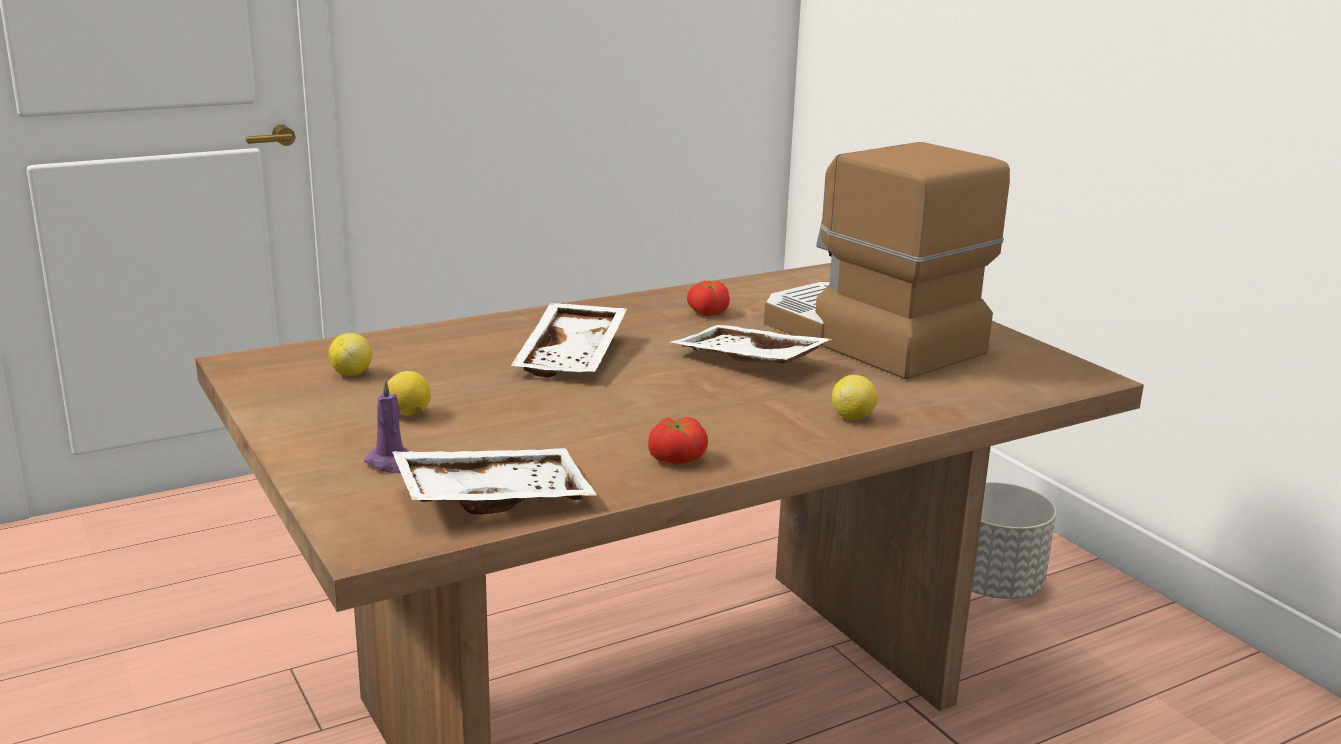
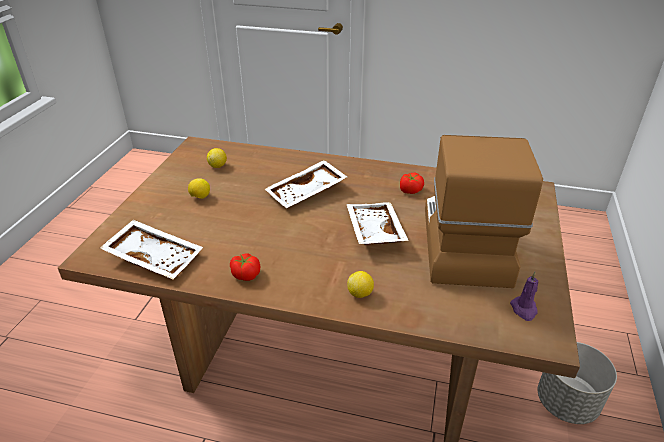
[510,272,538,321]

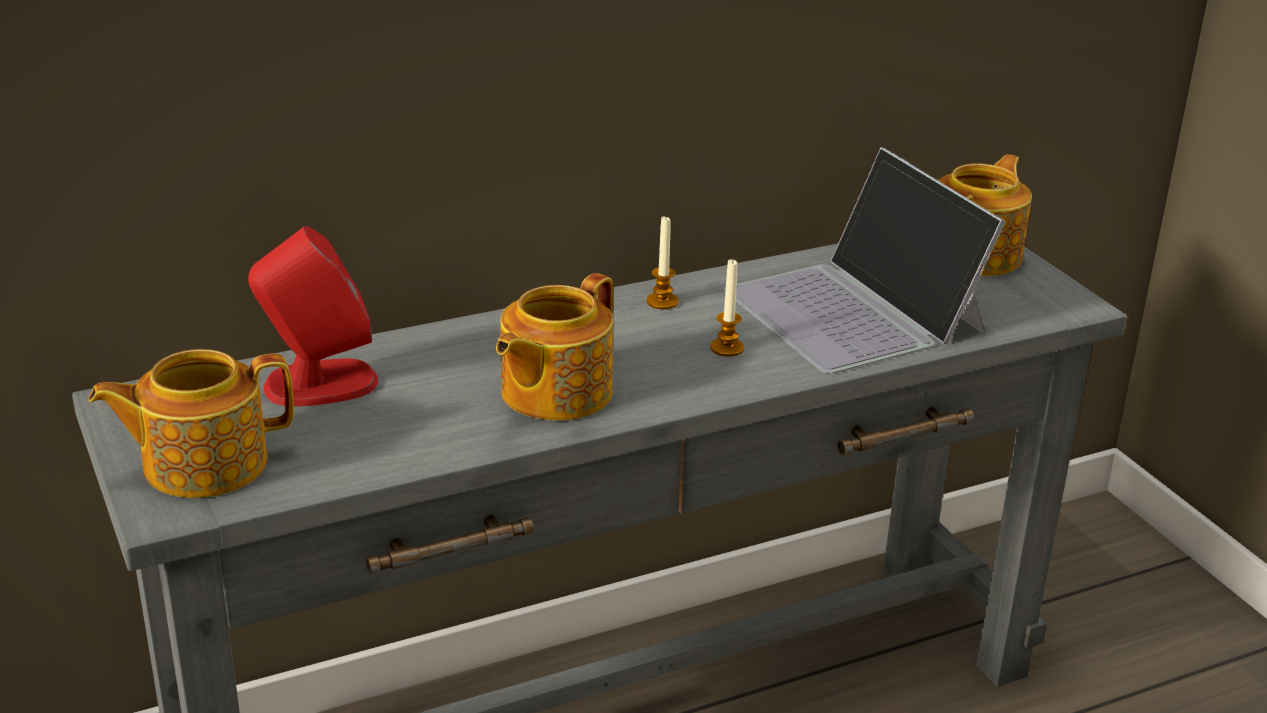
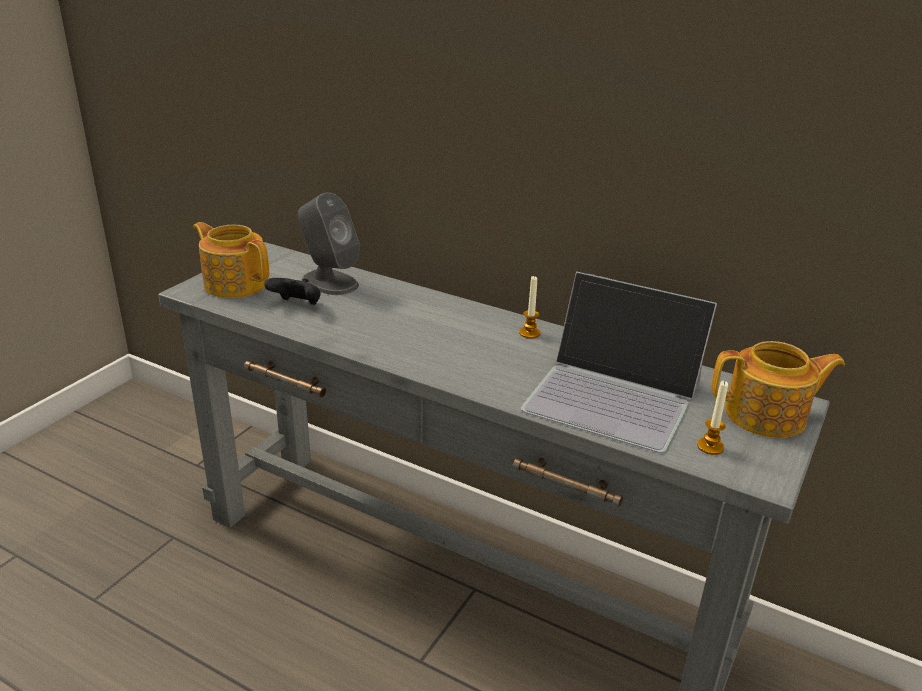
[496,273,613,421] (first image)
[264,278,320,305]
[697,381,728,455]
[298,192,360,295]
[521,272,717,453]

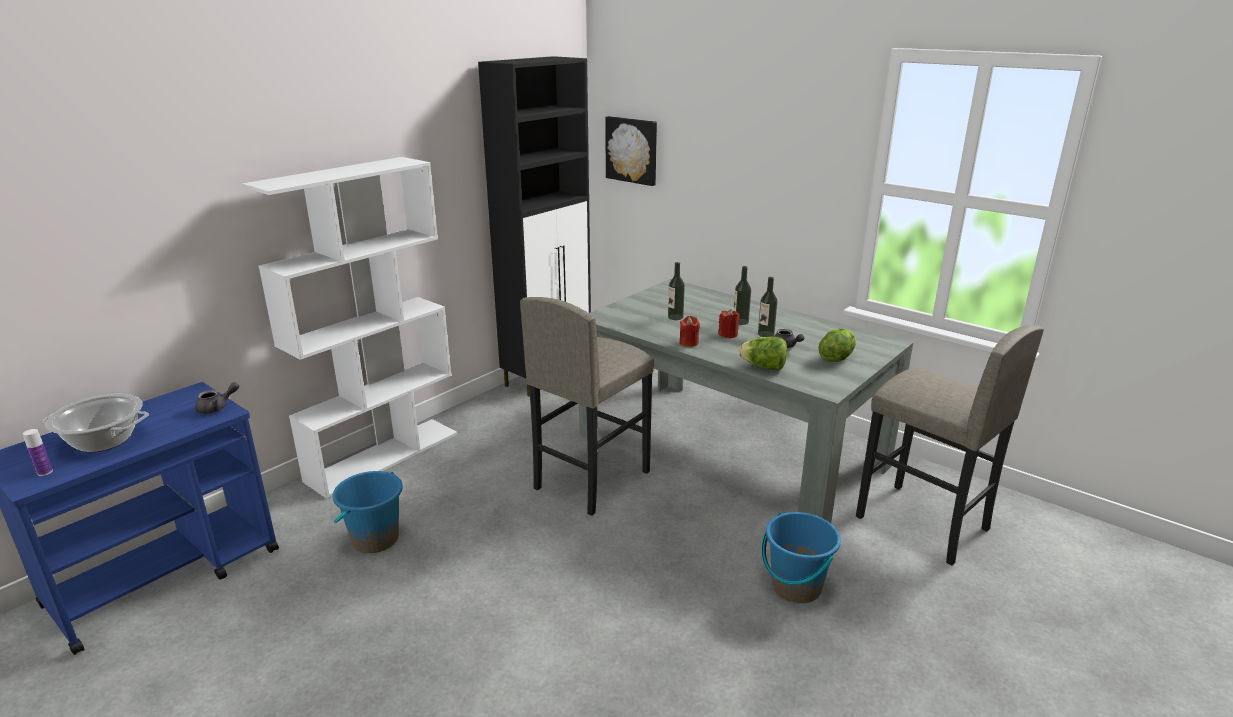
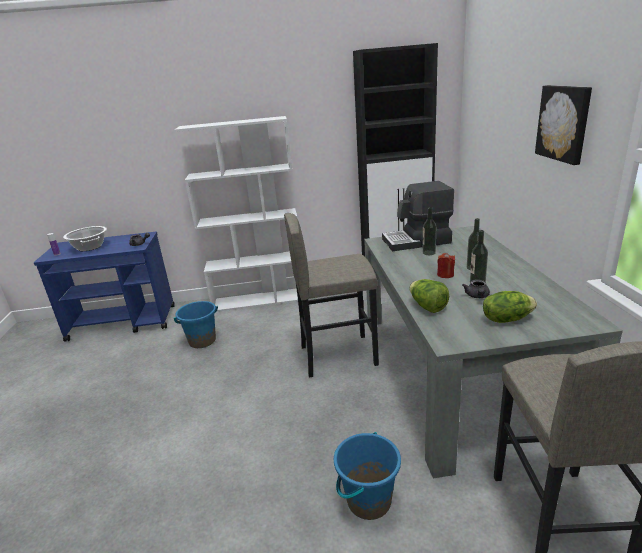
[680,316,700,347] (first image)
[382,181,454,251]
[535,85,592,165]

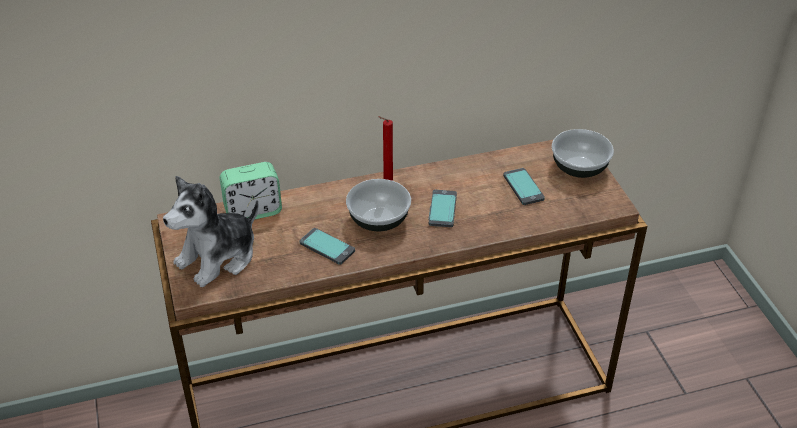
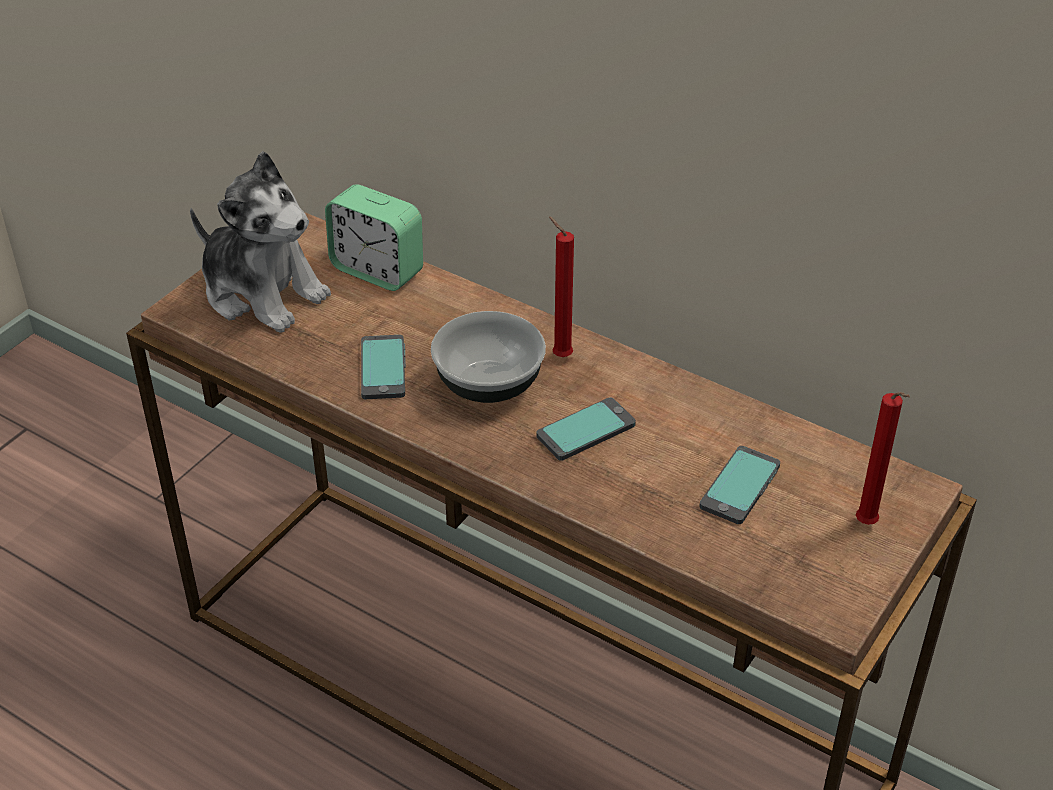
[856,392,910,525]
[190,151,331,333]

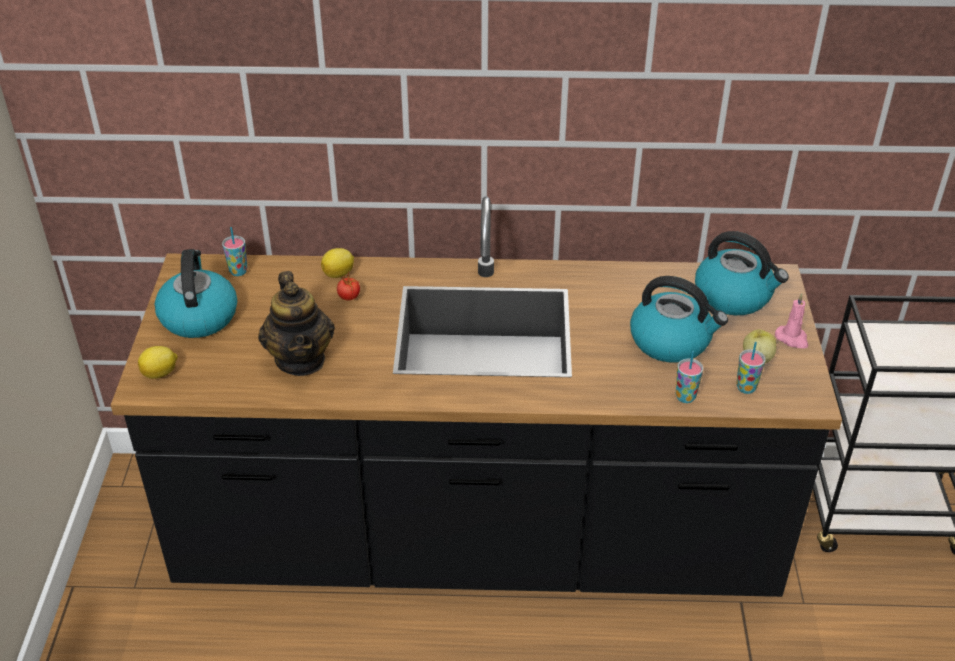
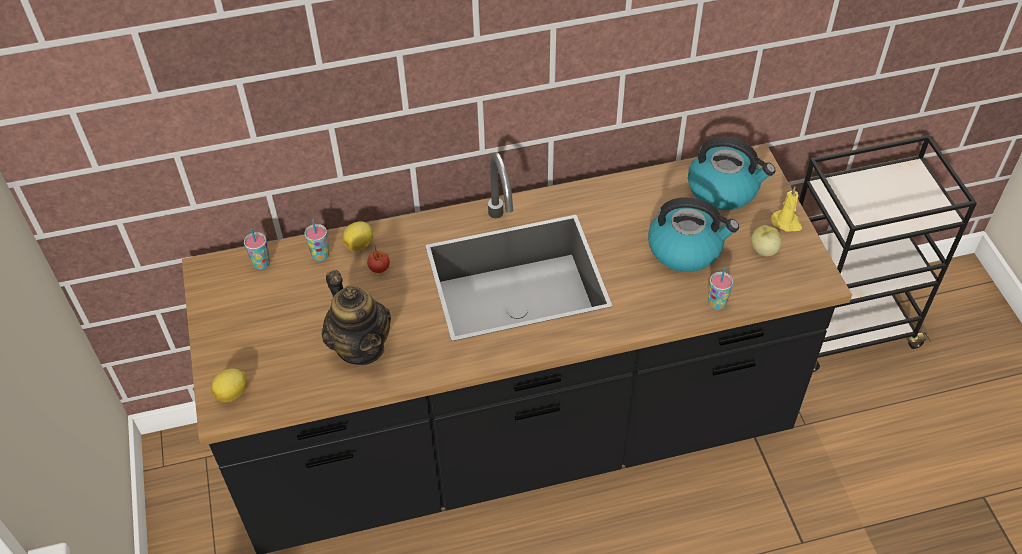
[155,249,237,338] (first image)
[305,220,329,261]
[771,187,802,232]

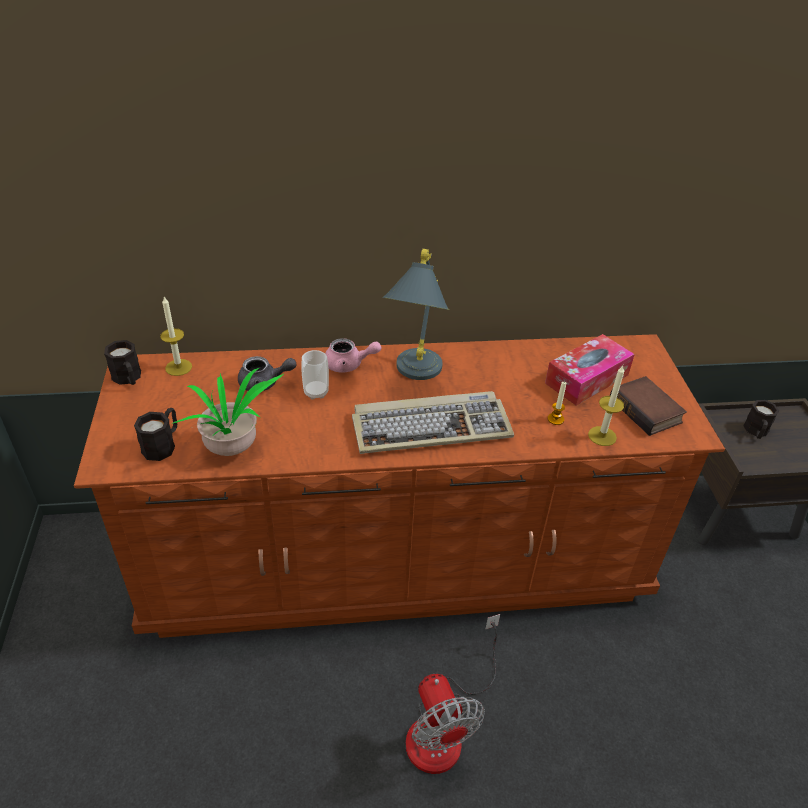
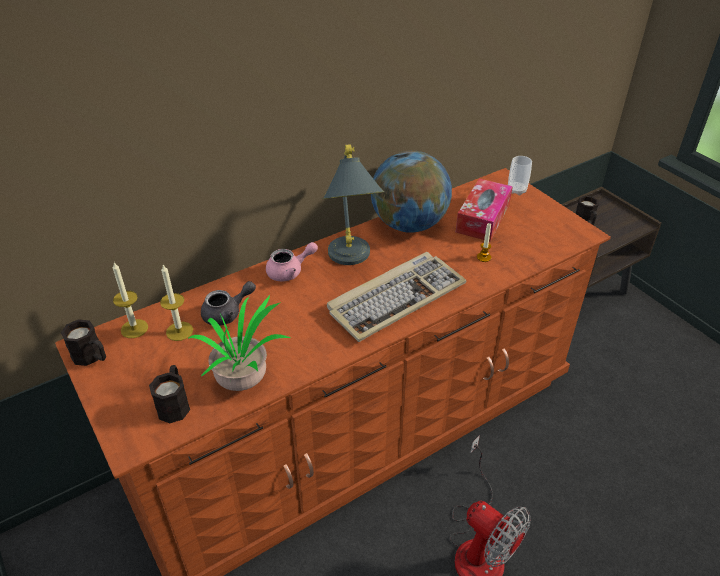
[610,376,687,436] (first image)
[371,151,452,233]
[508,156,532,195]
[160,265,193,341]

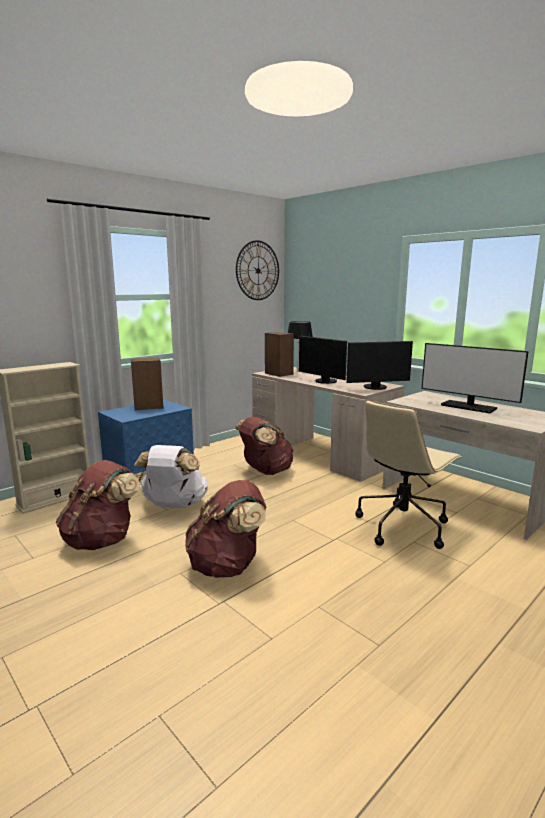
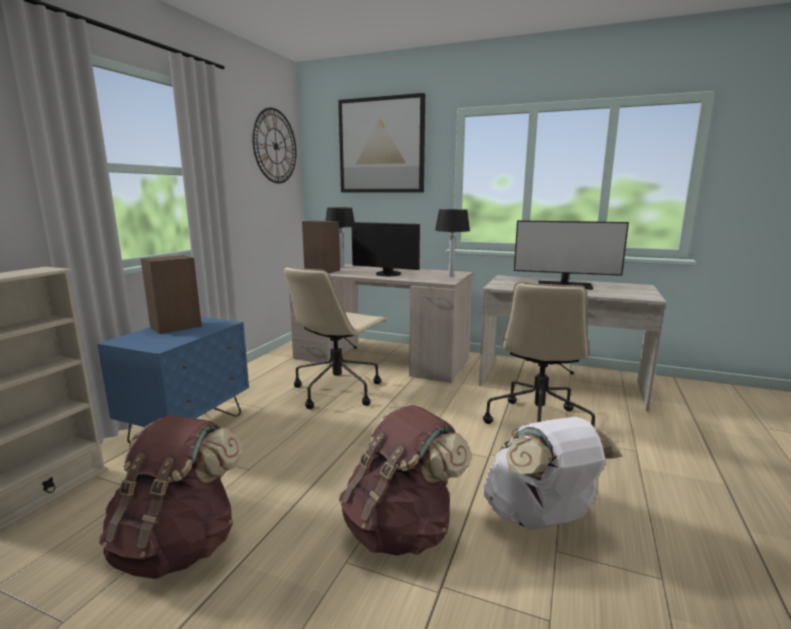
[338,93,425,193]
[483,417,623,530]
[284,266,388,409]
[435,209,470,277]

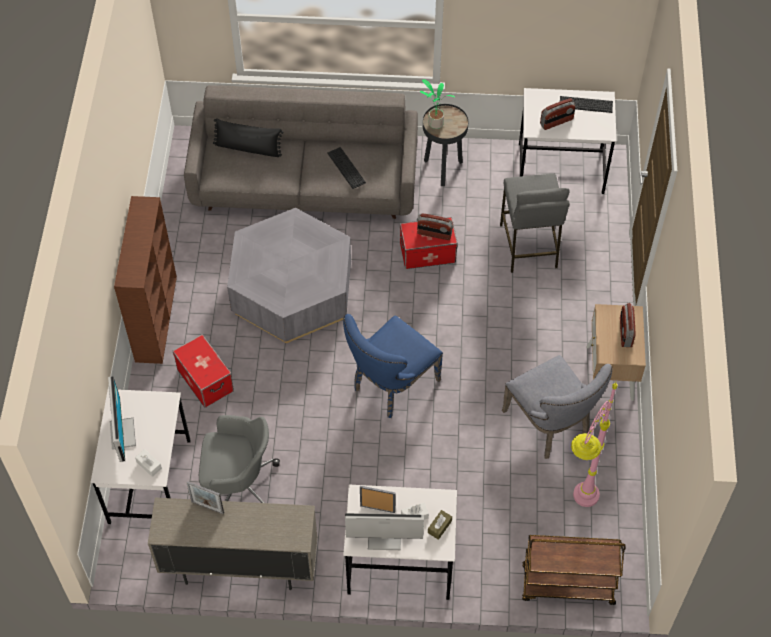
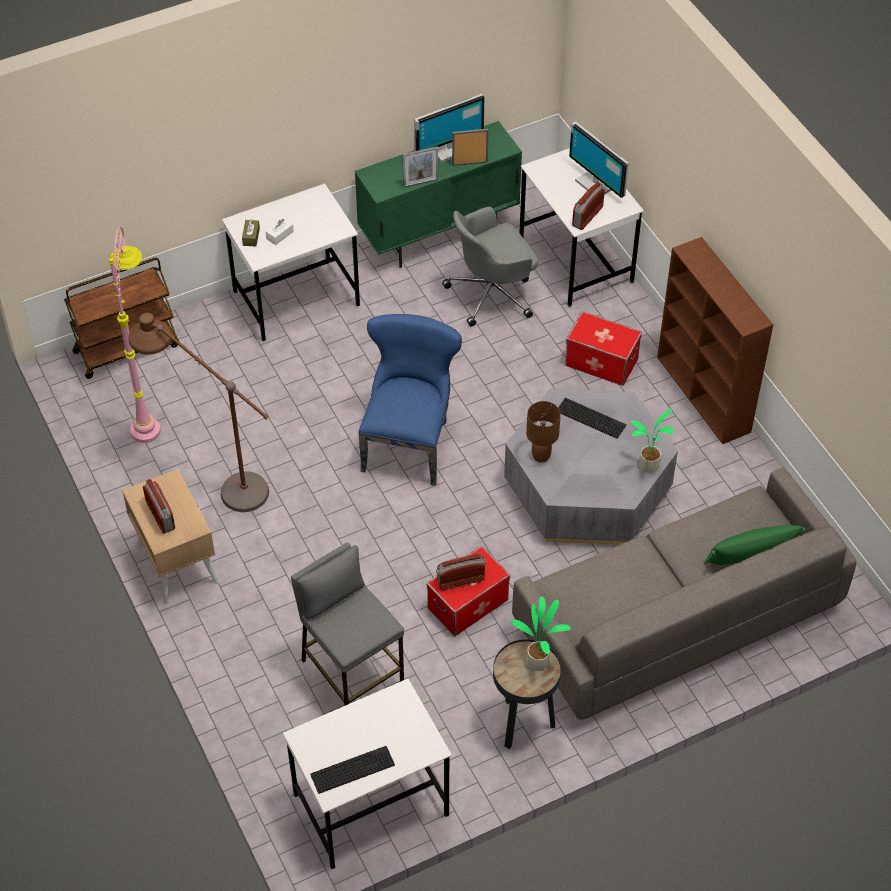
[135,449,162,477] (first image)
[526,401,561,463]
[631,409,674,473]
[558,398,626,439]
[414,94,484,162]
[402,146,438,188]
[572,182,605,230]
[128,313,269,512]
[355,121,522,268]
[704,525,806,565]

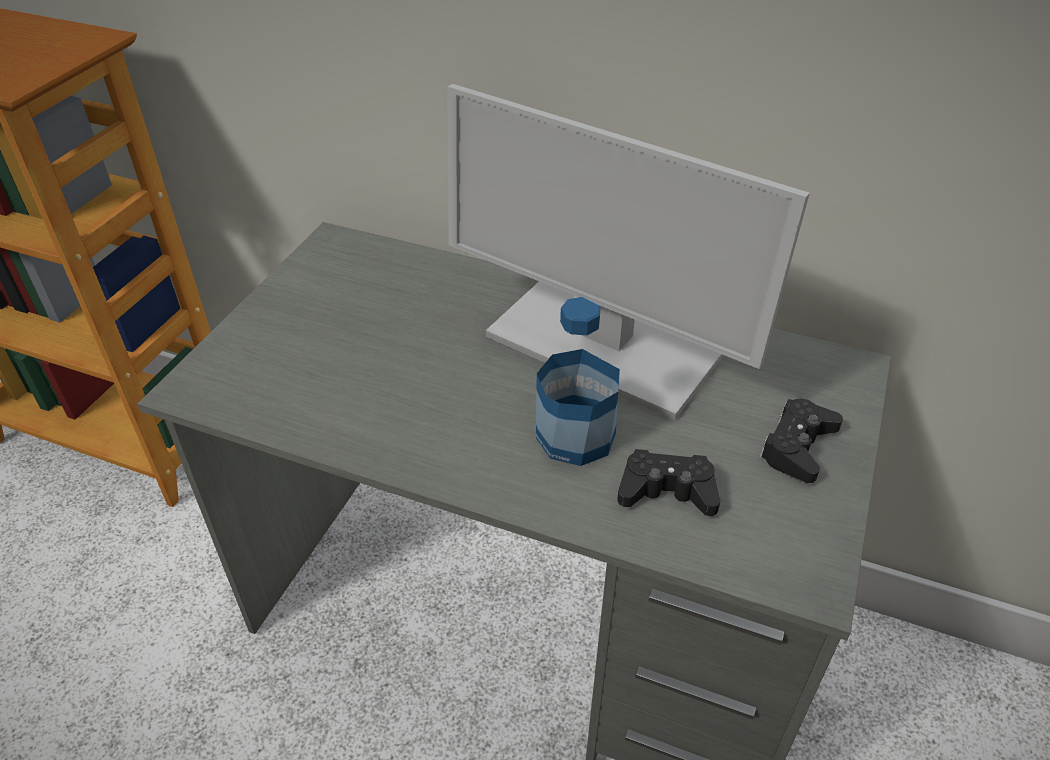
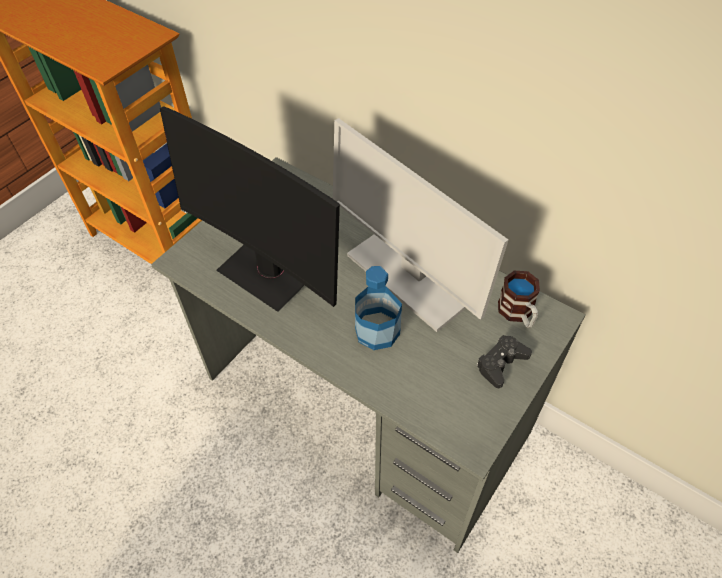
[617,449,721,516] (first image)
[160,106,340,312]
[498,271,540,328]

